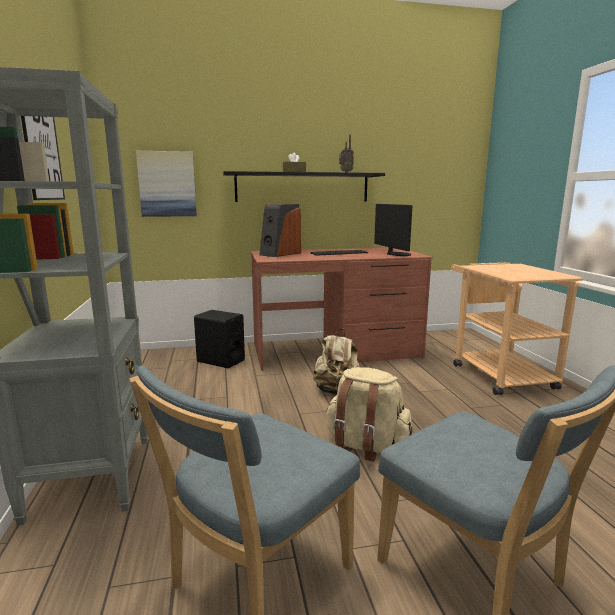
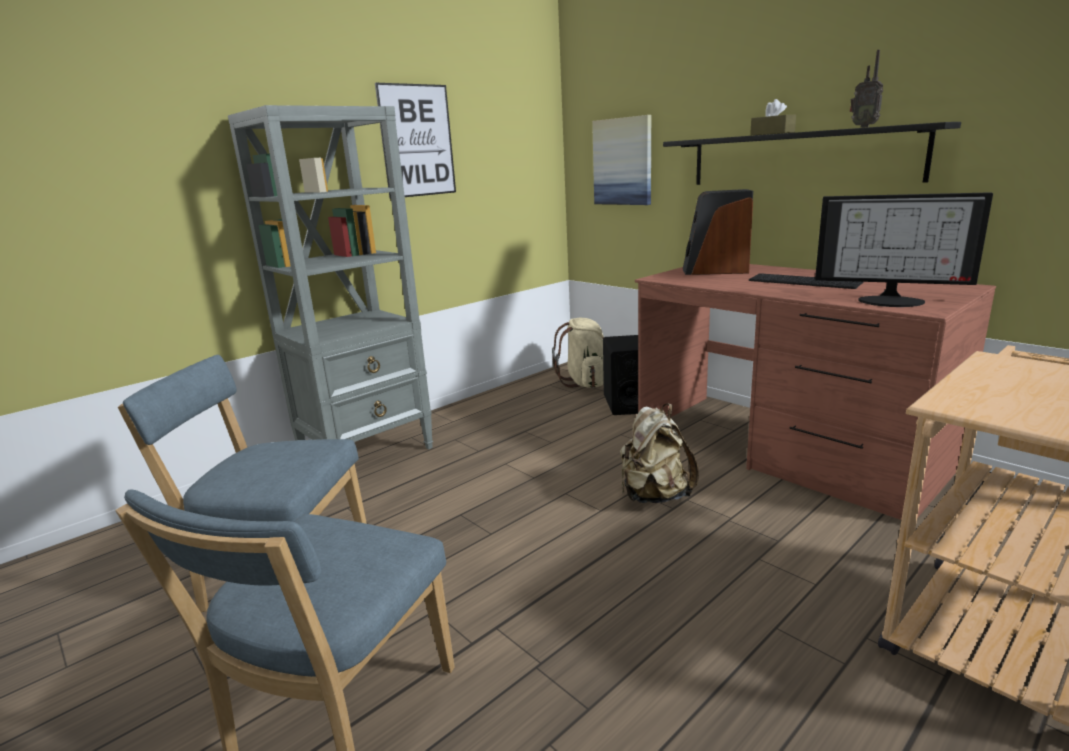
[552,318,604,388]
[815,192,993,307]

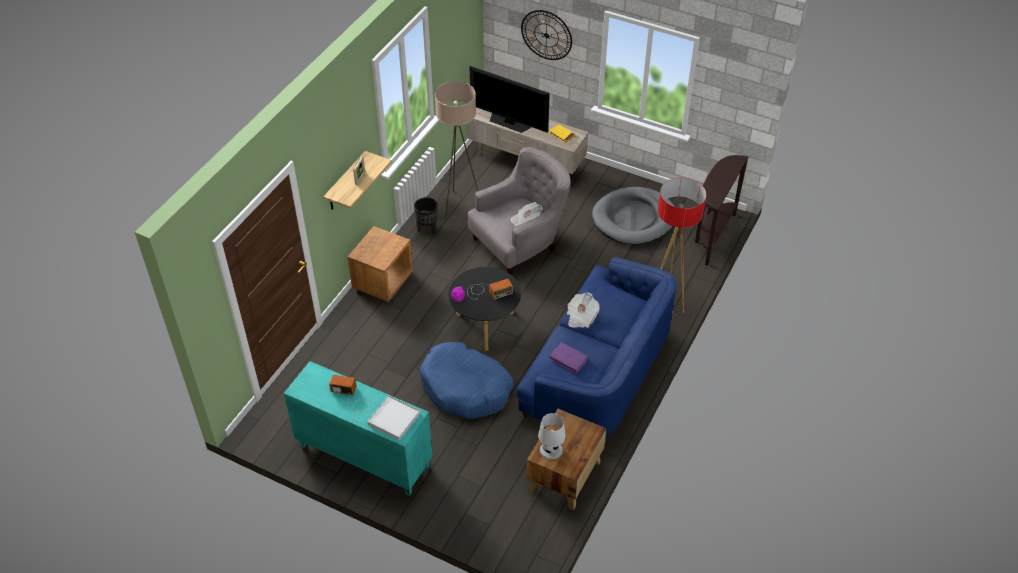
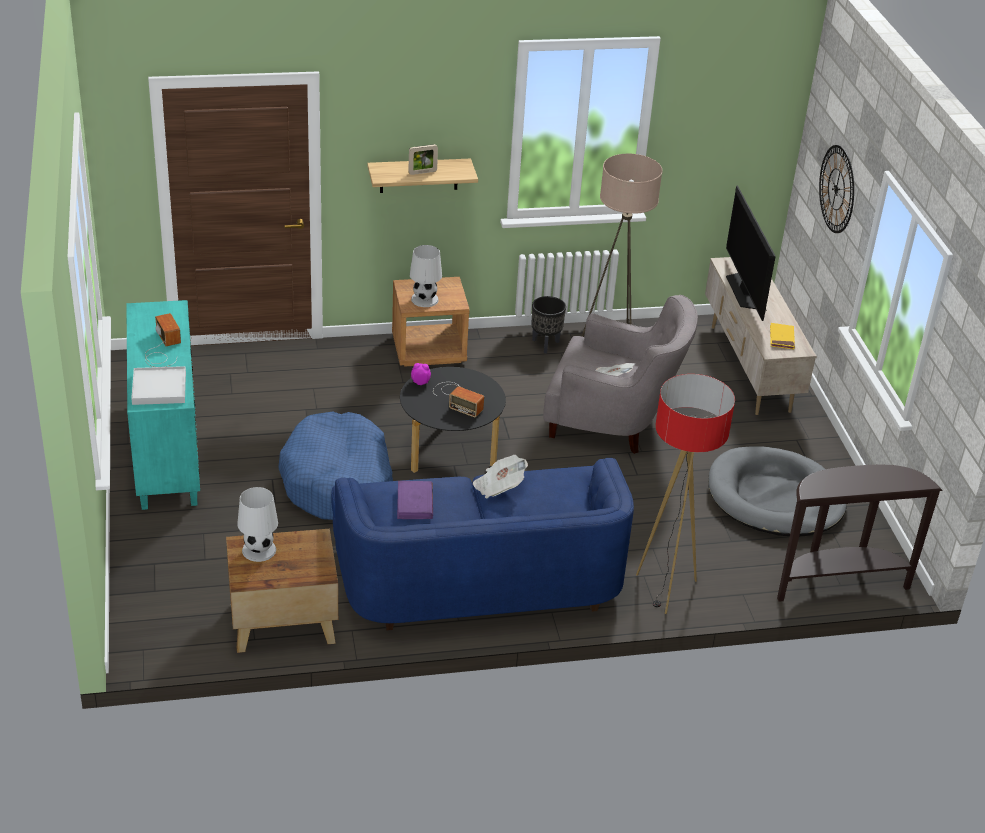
[410,245,442,307]

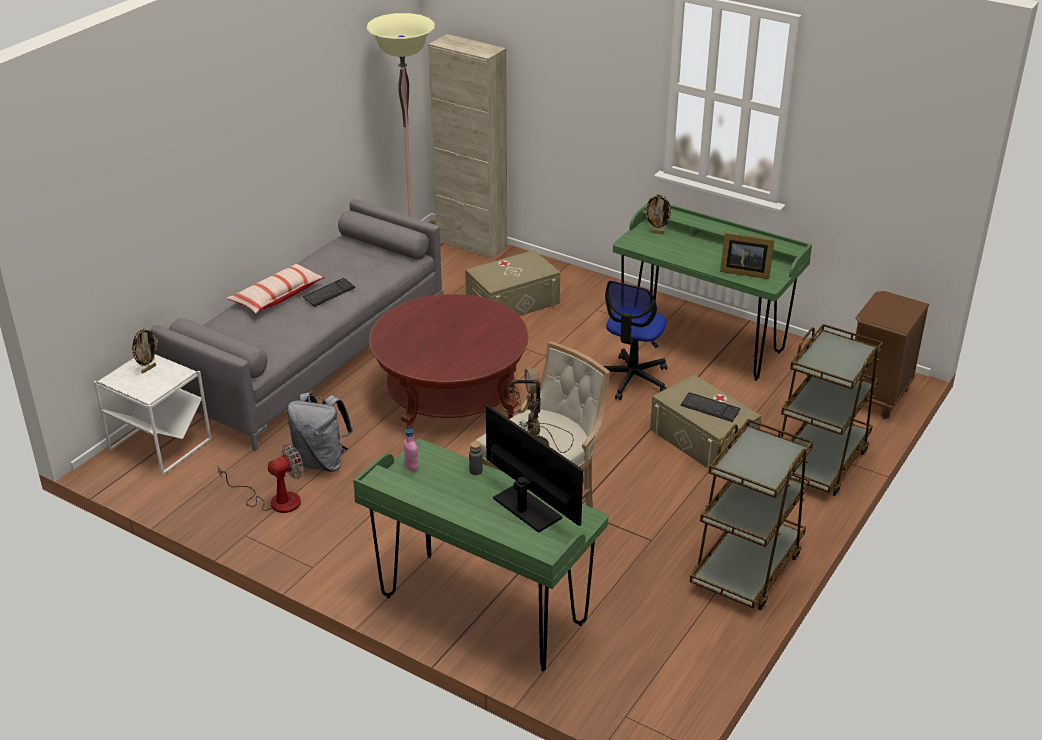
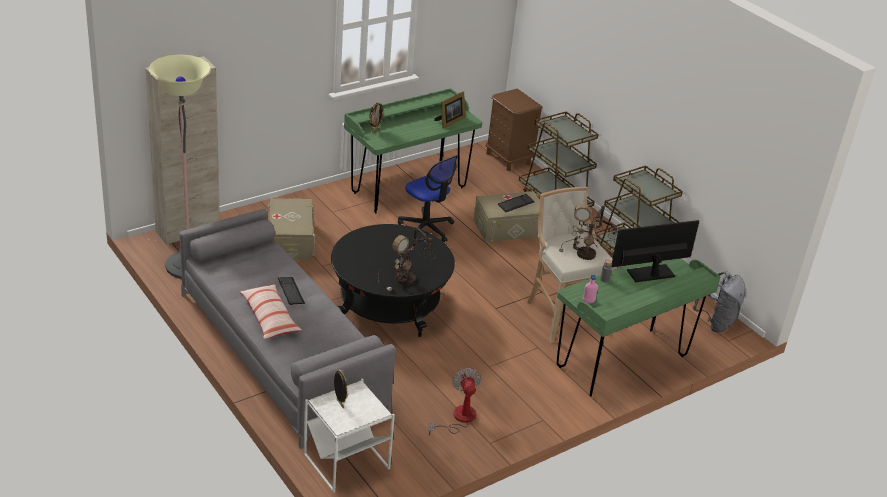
[378,226,436,291]
[693,272,746,332]
[331,224,455,337]

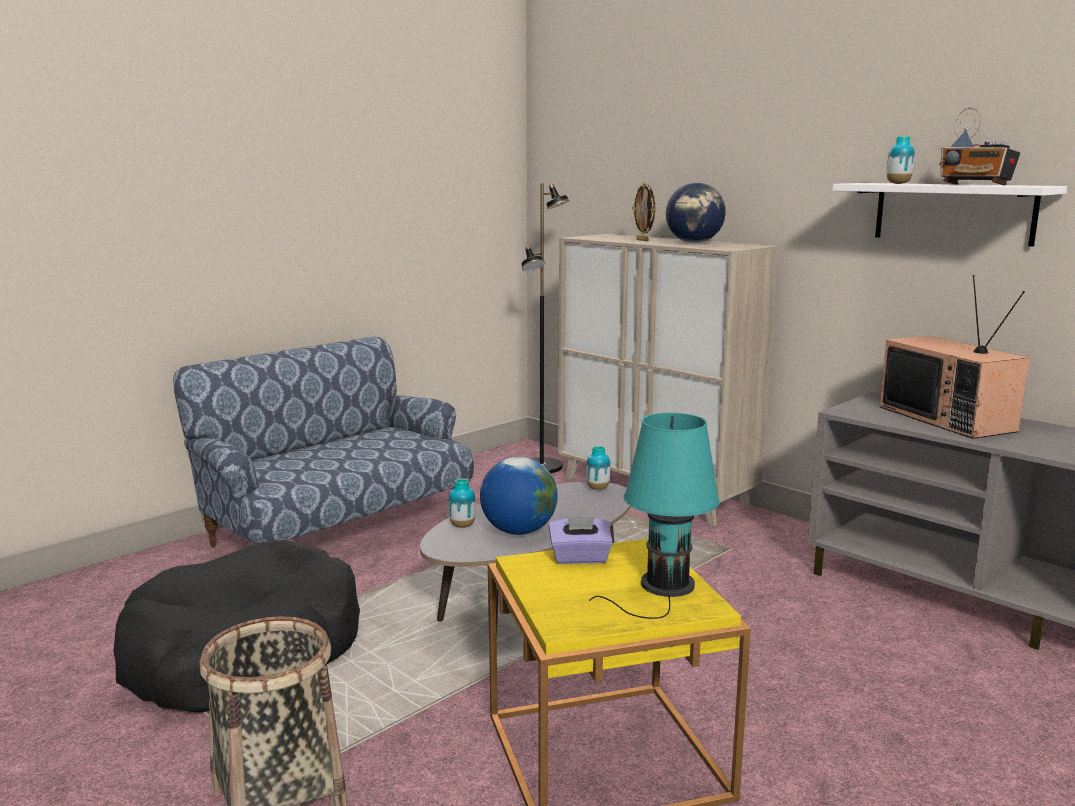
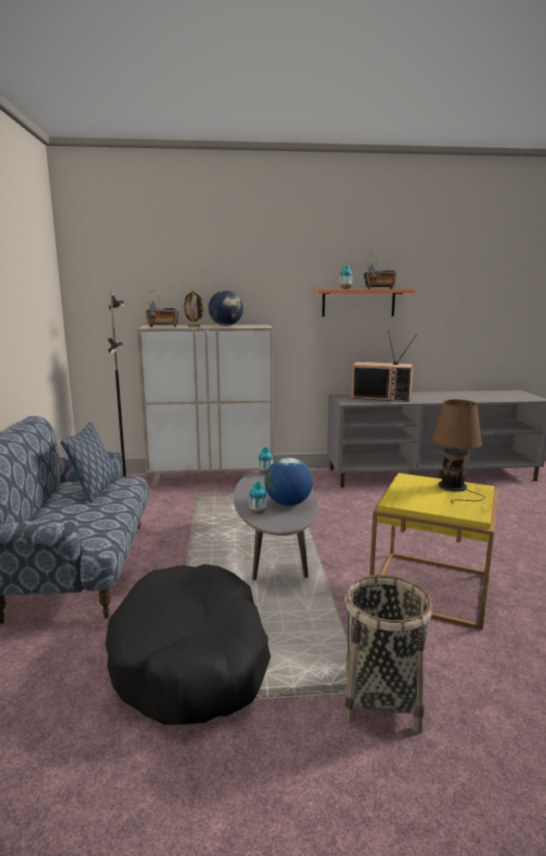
[549,516,613,564] (first image)
[60,422,117,503]
[145,290,179,327]
[432,400,485,503]
[313,289,415,317]

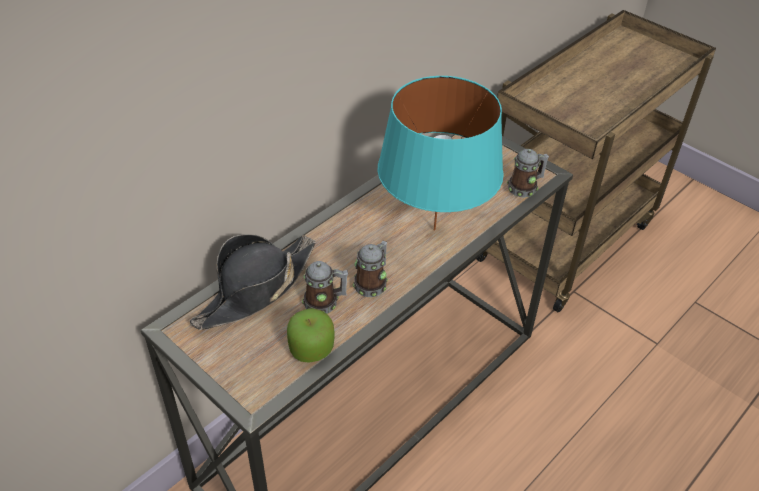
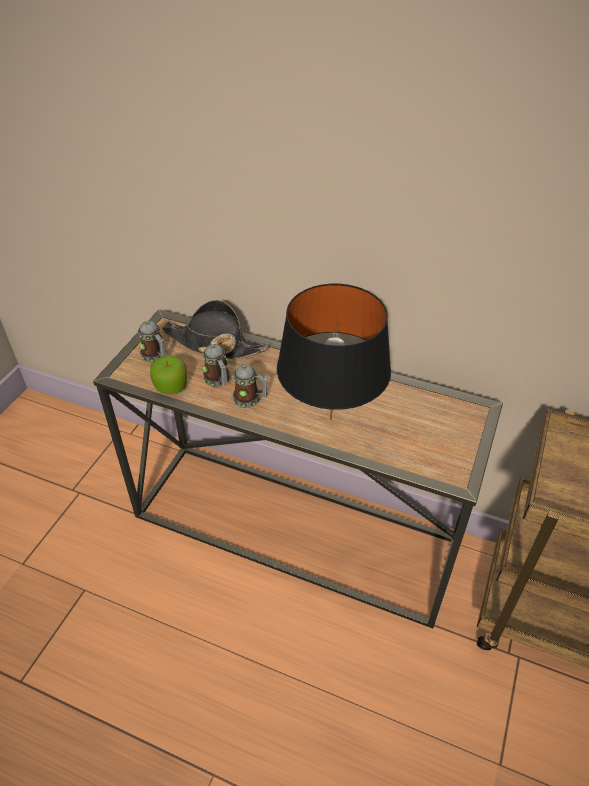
[137,321,167,363]
[277,284,391,420]

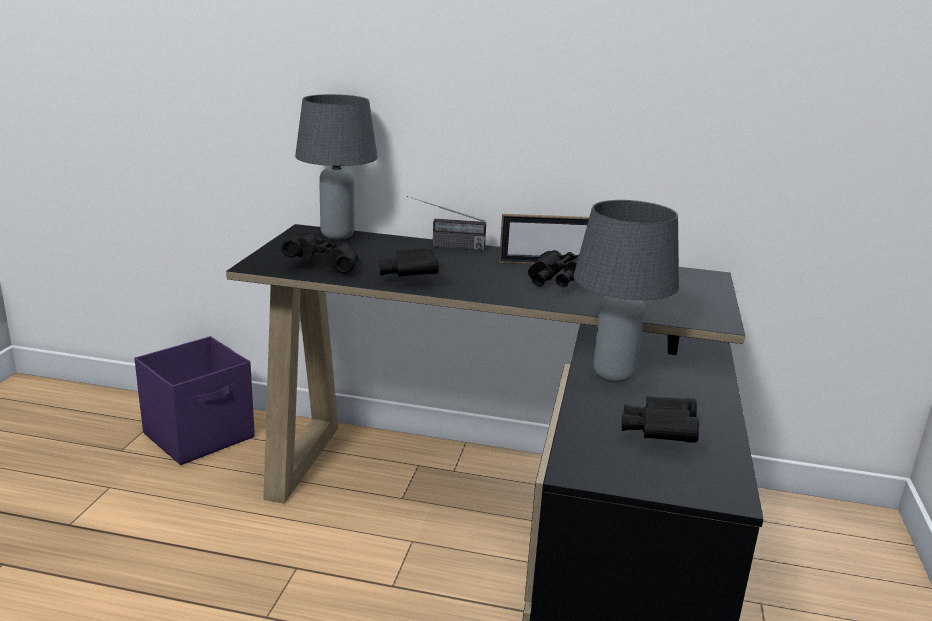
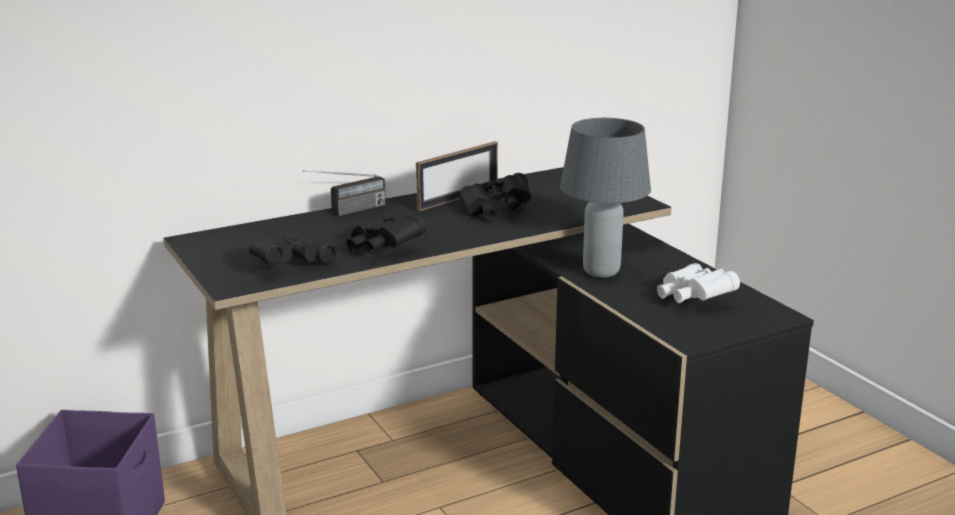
[295,94,378,240] (first image)
[657,263,740,303]

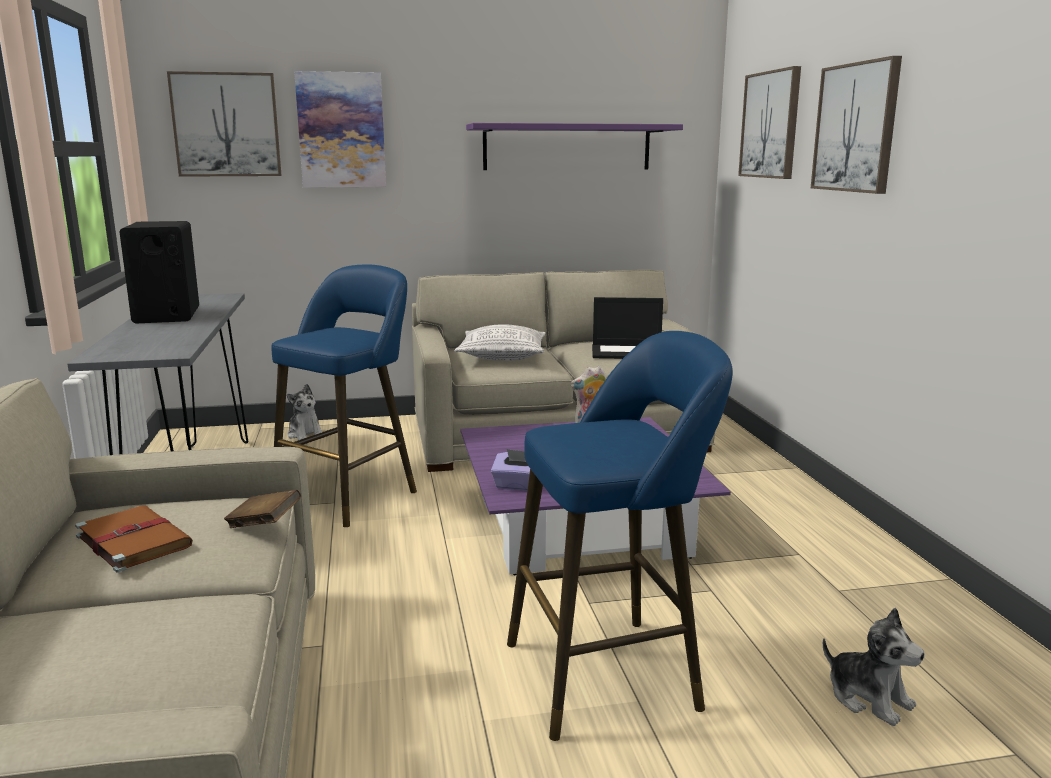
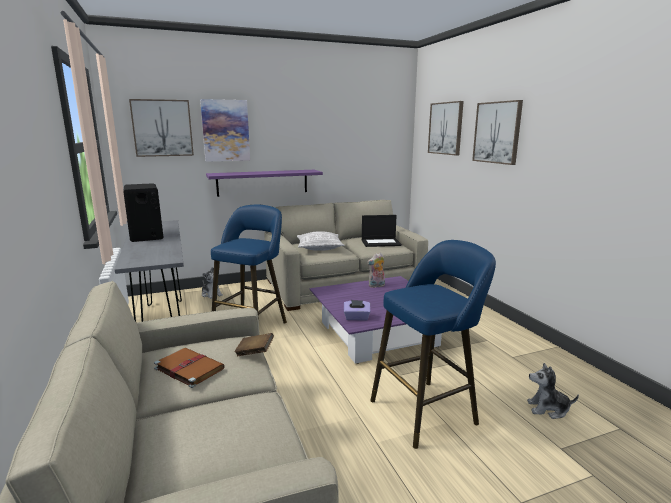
[206,170,323,197]
[527,363,579,419]

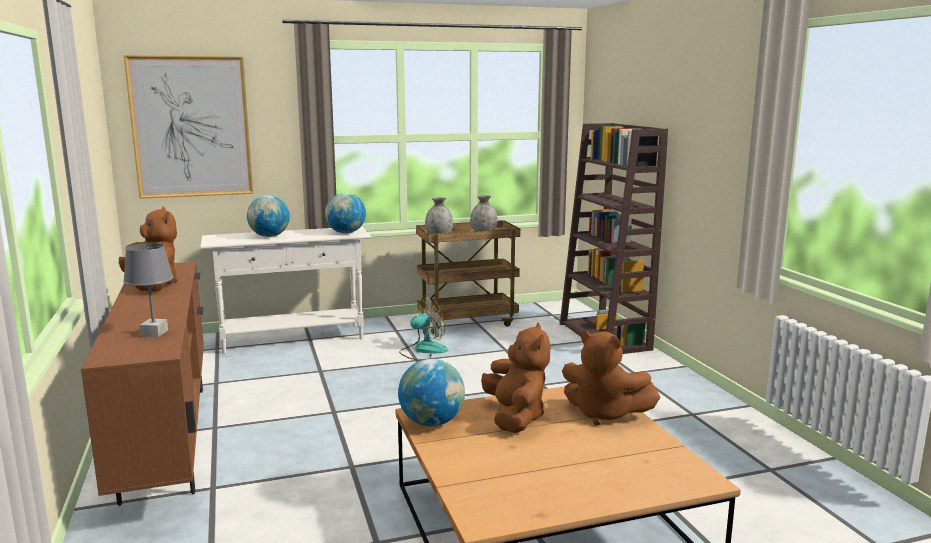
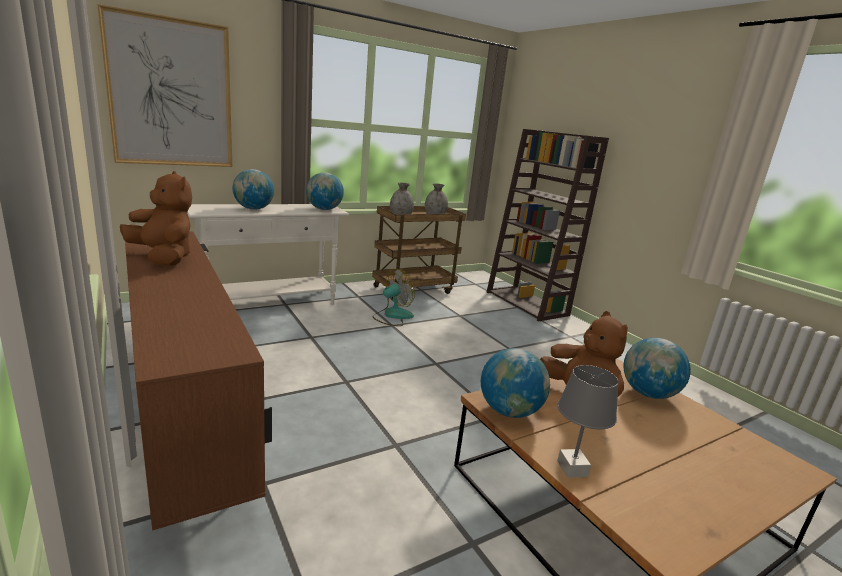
[557,365,619,478]
[623,338,691,399]

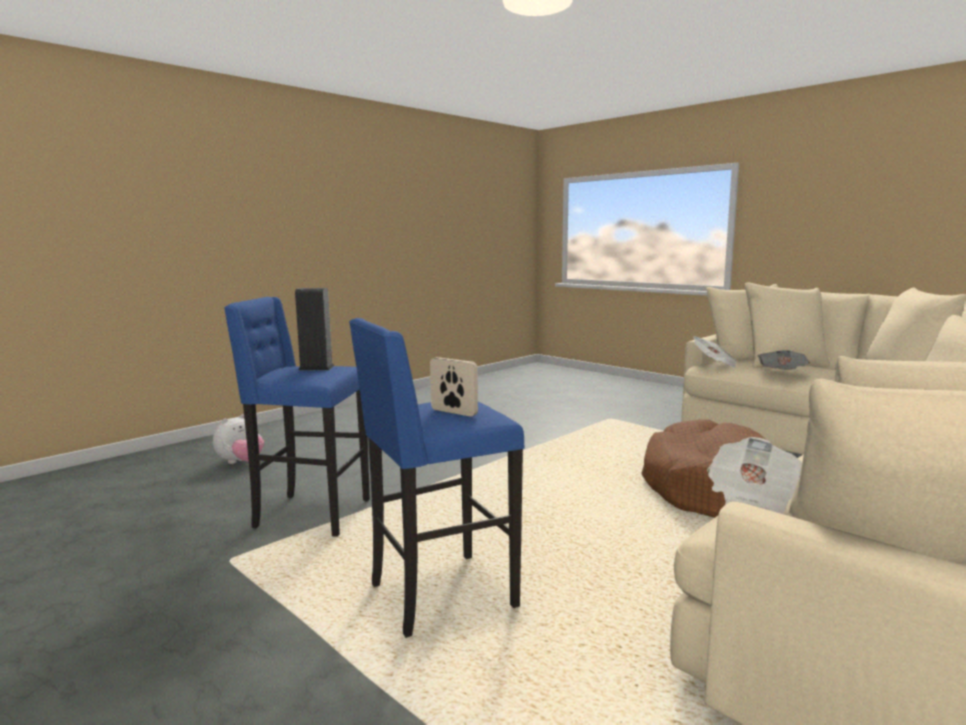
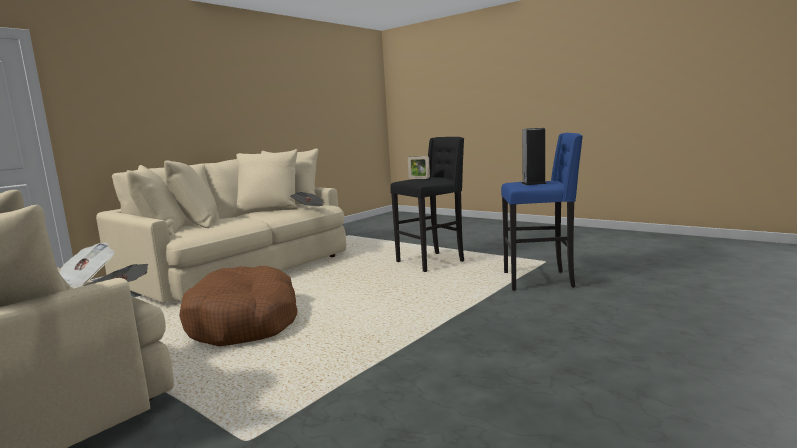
[213,414,264,464] (first image)
[390,137,464,272]

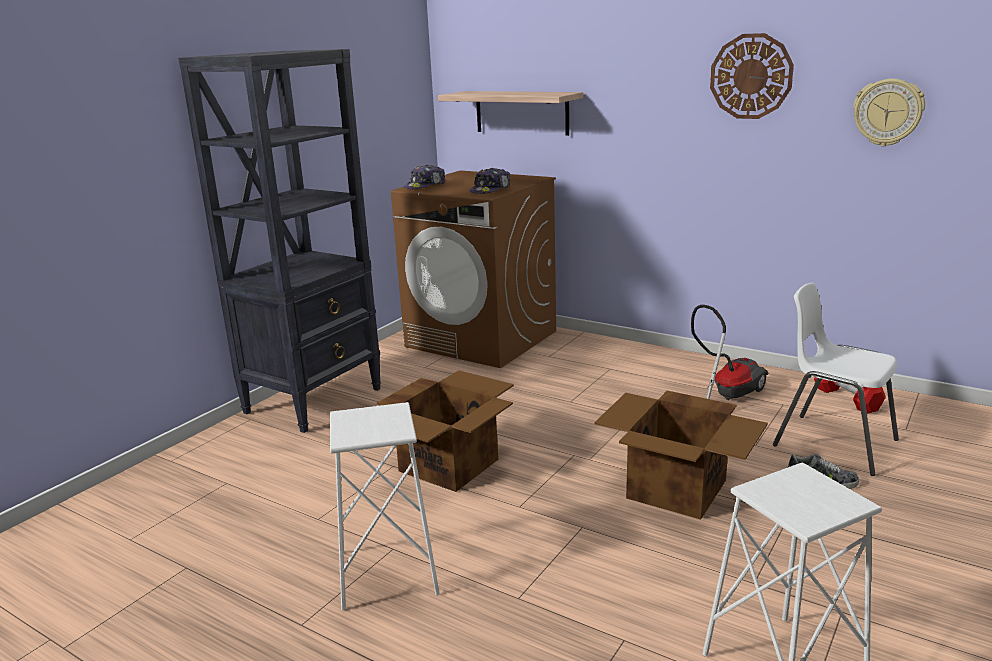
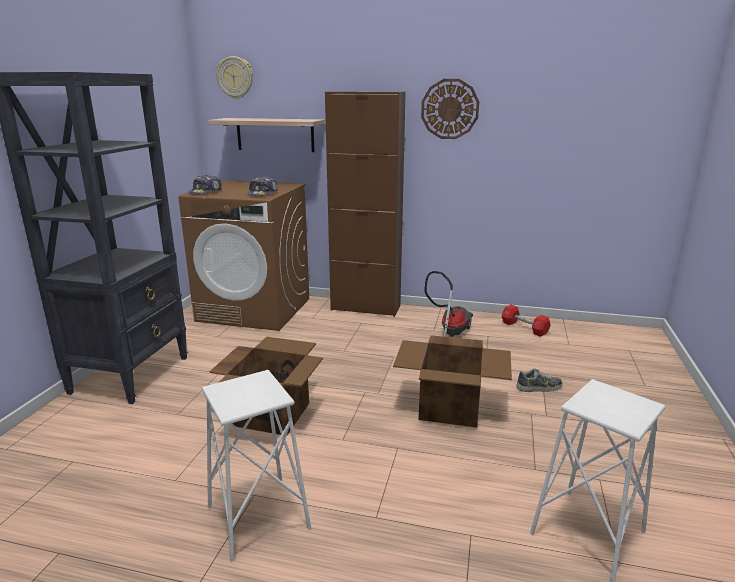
[773,283,899,476] (first image)
[325,91,406,317]
[216,56,253,99]

